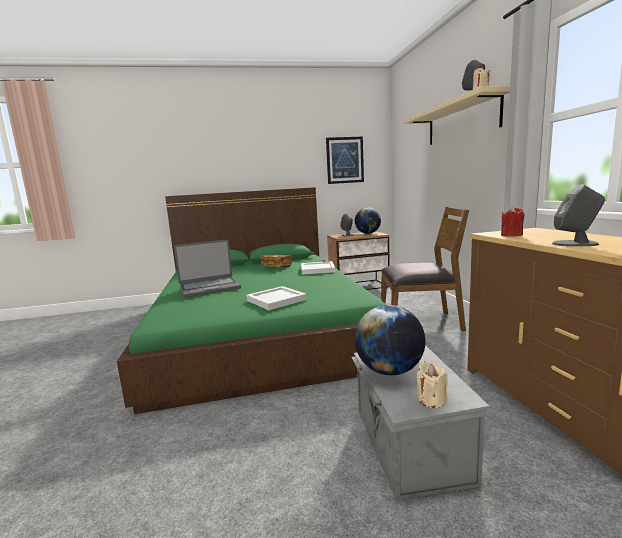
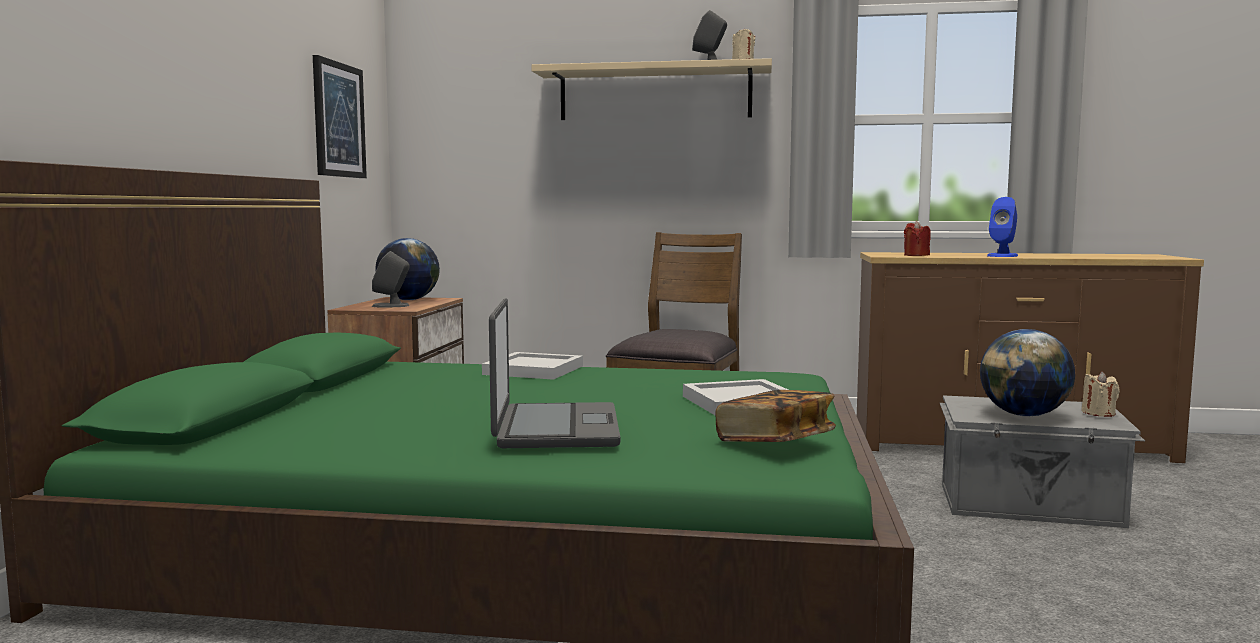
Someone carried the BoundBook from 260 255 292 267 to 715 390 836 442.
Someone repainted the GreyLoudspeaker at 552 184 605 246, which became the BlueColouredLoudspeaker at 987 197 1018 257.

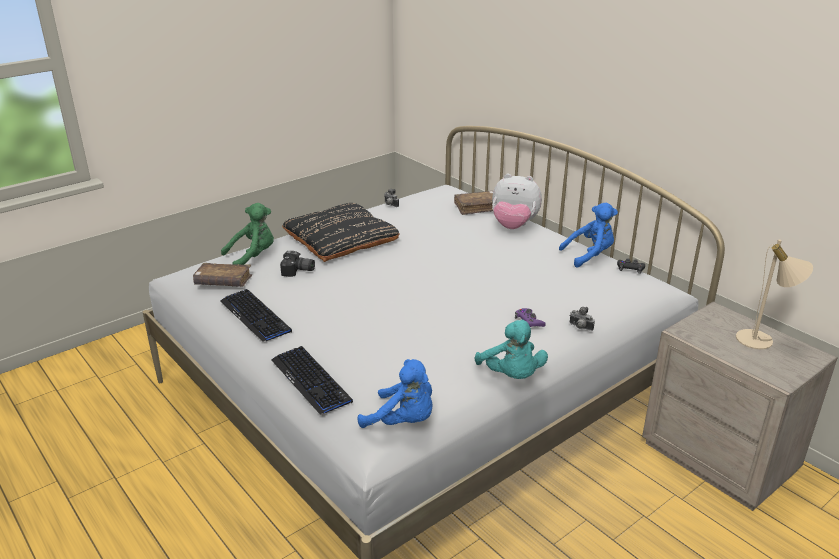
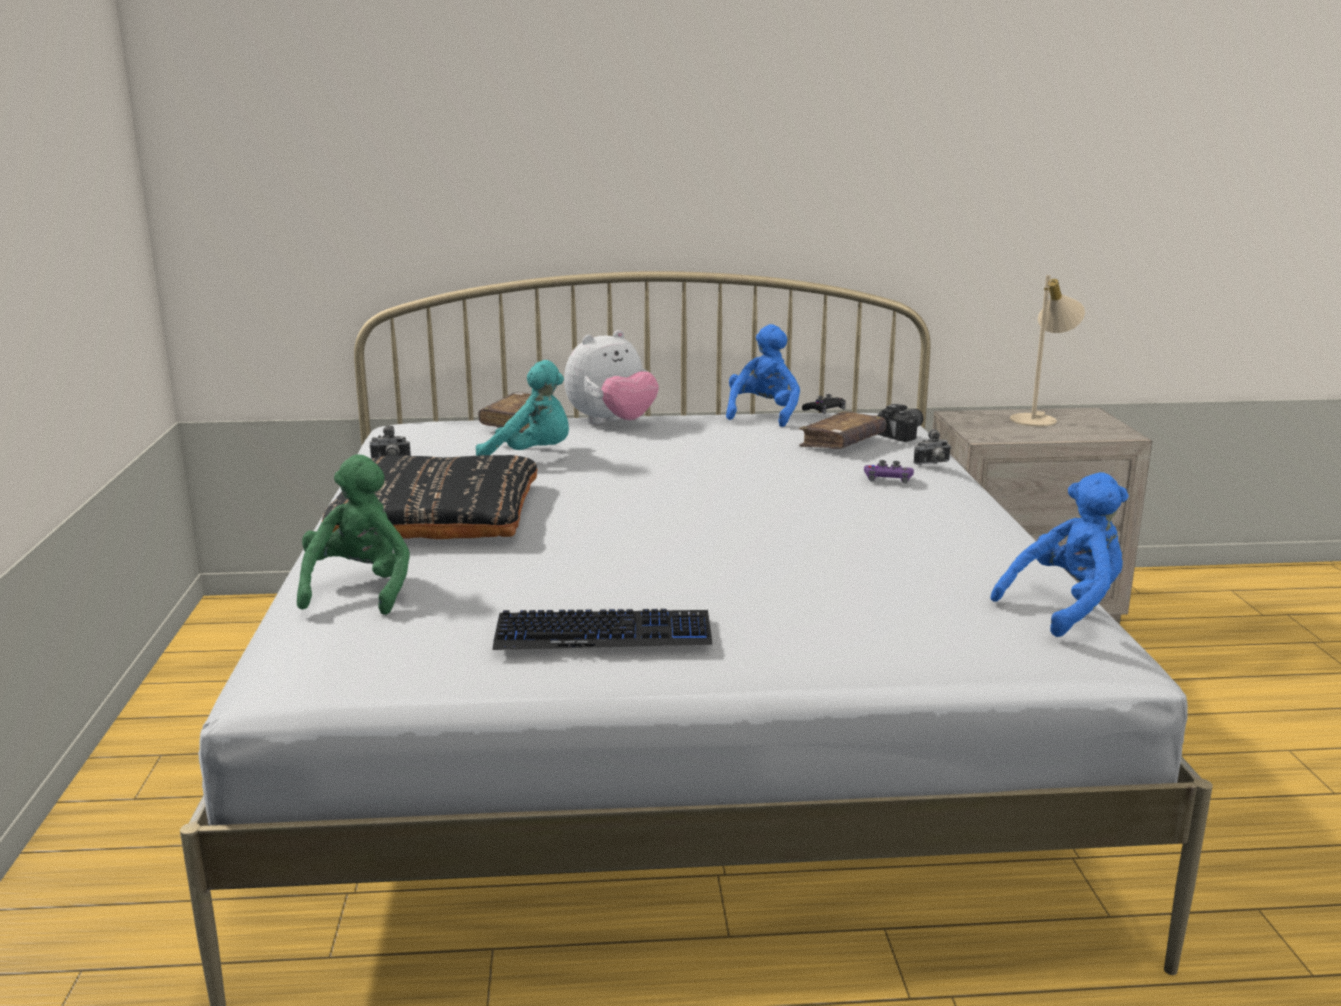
Someone carried the BrownColouredBoundBook from 193 263 252 287 to 799 411 886 449.
Someone took away the PcKeyboard at 271 346 353 414.
Someone carried the StillCamera from 280 251 315 277 to 877 404 923 442.
Someone carried the TurquoiseSoftToy from 475 319 548 379 to 476 360 569 456.

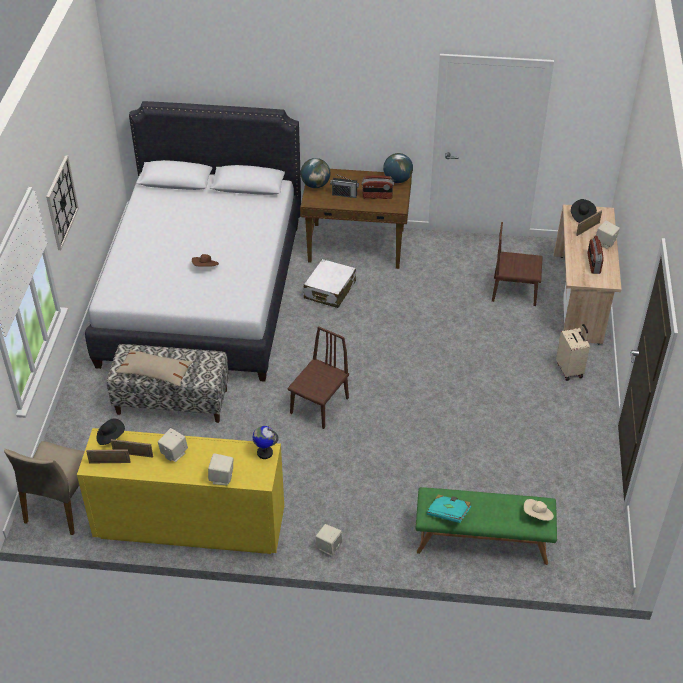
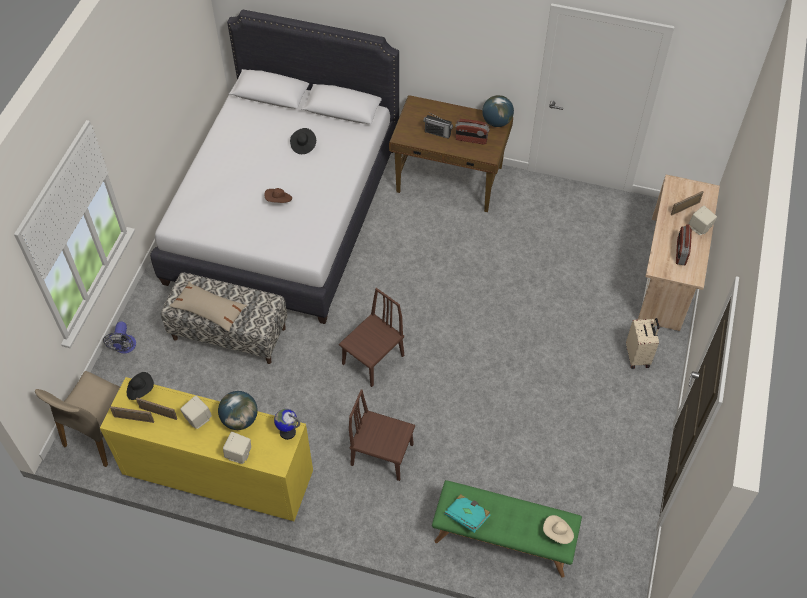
Someone took away the ClockOnTheWall at 46 155 79 250.
Someone carried the Globe from 300 158 330 188 to 218 391 258 430.
Someone took away the WhiteColouredTravelCase at 304 259 356 308.
Someone took away the BeigeLoudspeaker at 316 524 343 556.
Someone carried the BrownColouredUprightChair from 492 222 543 306 to 349 389 415 481.
Someone carried the BlackColouredHat from 571 199 597 223 to 290 128 316 154.
Someone put down the CoolingFan at 103 321 136 354.

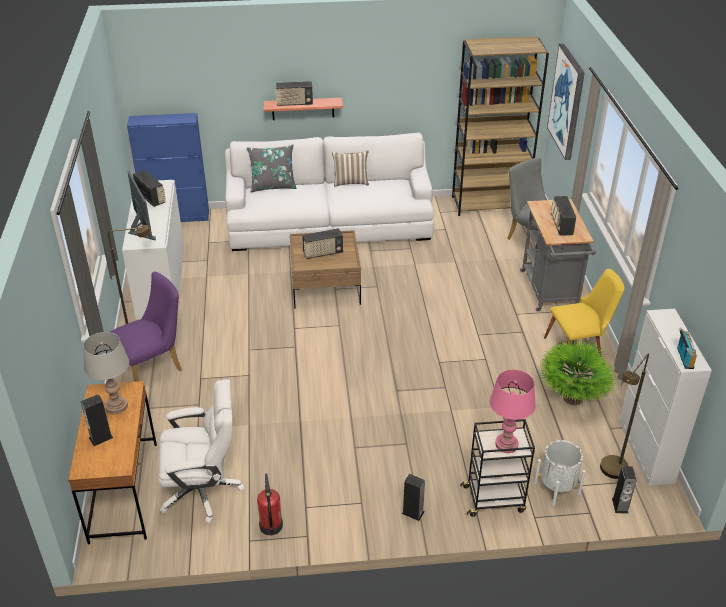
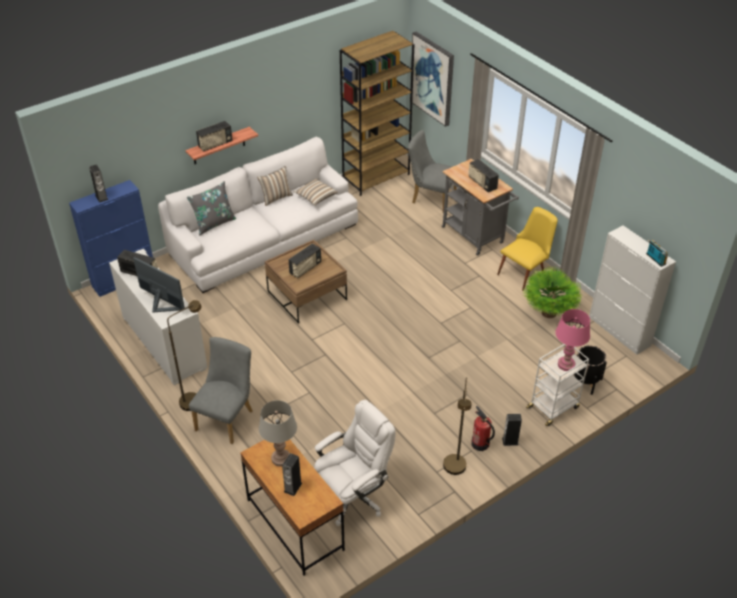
Someone repainted the PurplishUprightChair at 110 272 182 382, which became the GreyUprightChair at 189 337 252 444.
Someone carried the FireExtinguisher from 257 474 283 535 to 471 406 495 451.
Someone repainted the BlackColouredWheeledCart at 460 419 535 517, which became the WhiteColouredWheeledCart at 526 344 589 426.
Someone repainted the WhiteColouredFlowerPot at 534 440 586 506, which became the BlackColouredFlowerPot at 574 345 607 395.
Someone carried the BrownColouredFloorLamp from 600 354 649 479 to 443 377 472 475.
Someone carried the Loudspeaker from 612 466 636 513 to 89 165 108 203.
Someone put down the Cushion at 294 178 338 206.

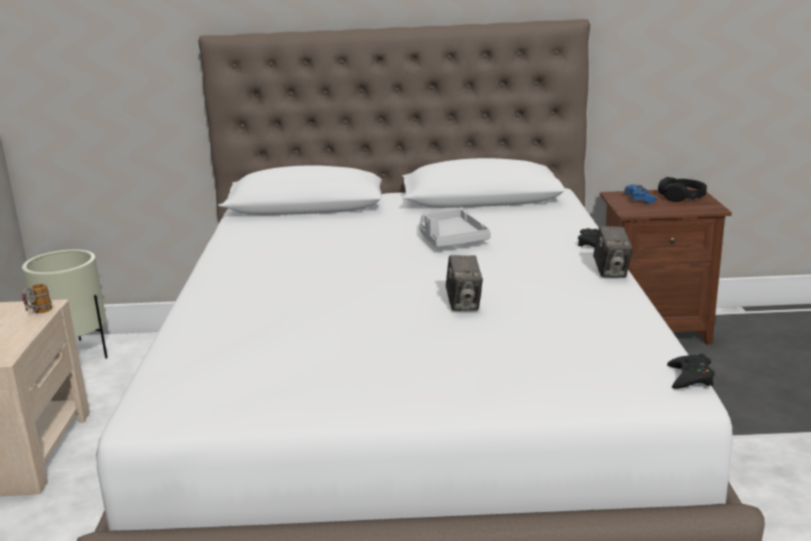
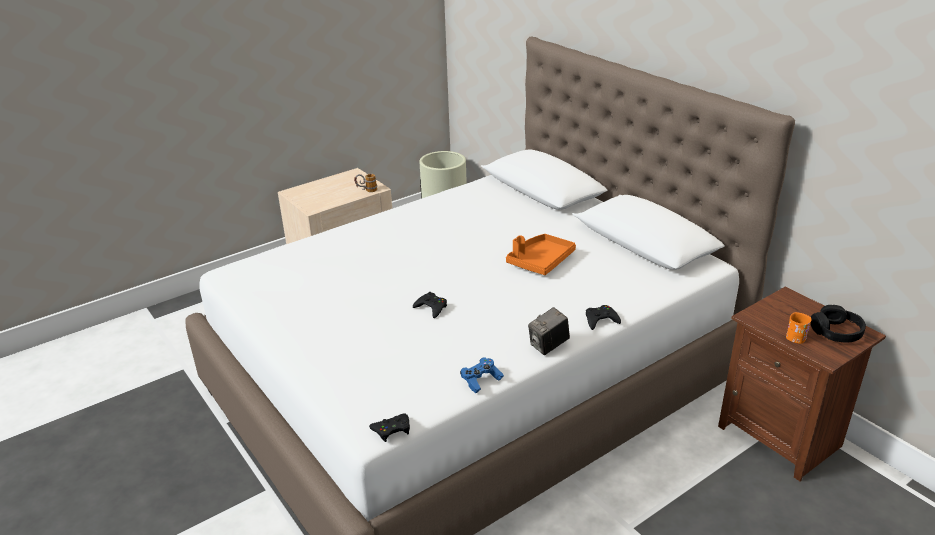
Someone repainted the GreyServingTray at 419 209 491 247, which became the OrangeColouredServingTray at 506 234 576 275.
Someone swapped the StillCamera at 446 255 483 311 for the BlackColouredJoypad at 413 292 447 318.
Someone carried the BlueColouredJoypad from 624 185 656 204 to 460 357 504 393.
Someone put down the OrangeColouredCoffeeMug at 786 312 811 344.

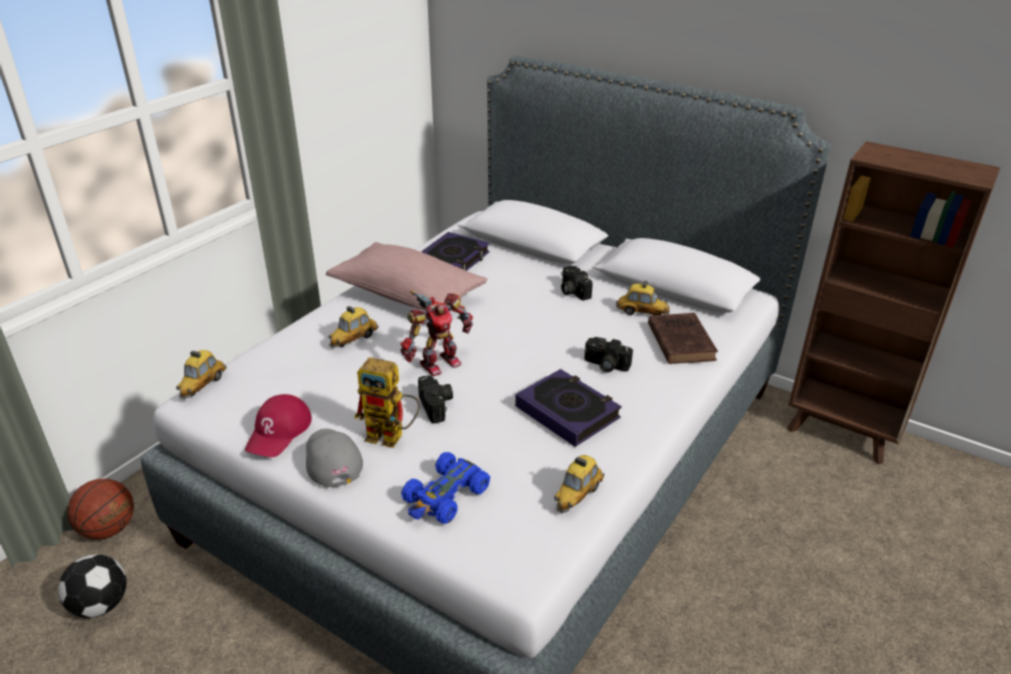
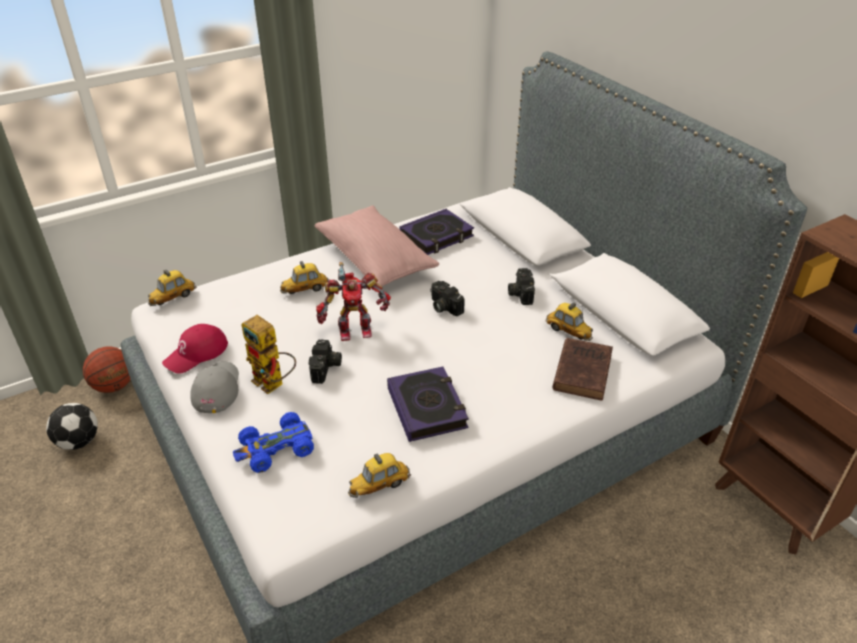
Someone carried the StillCamera from 584 337 633 373 to 430 281 465 316.

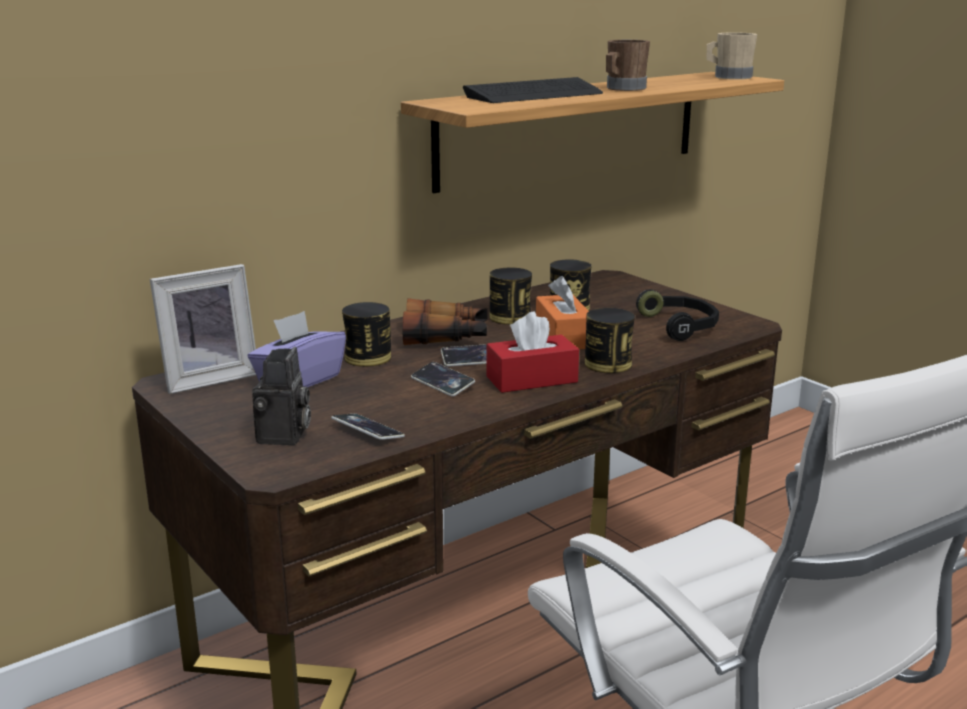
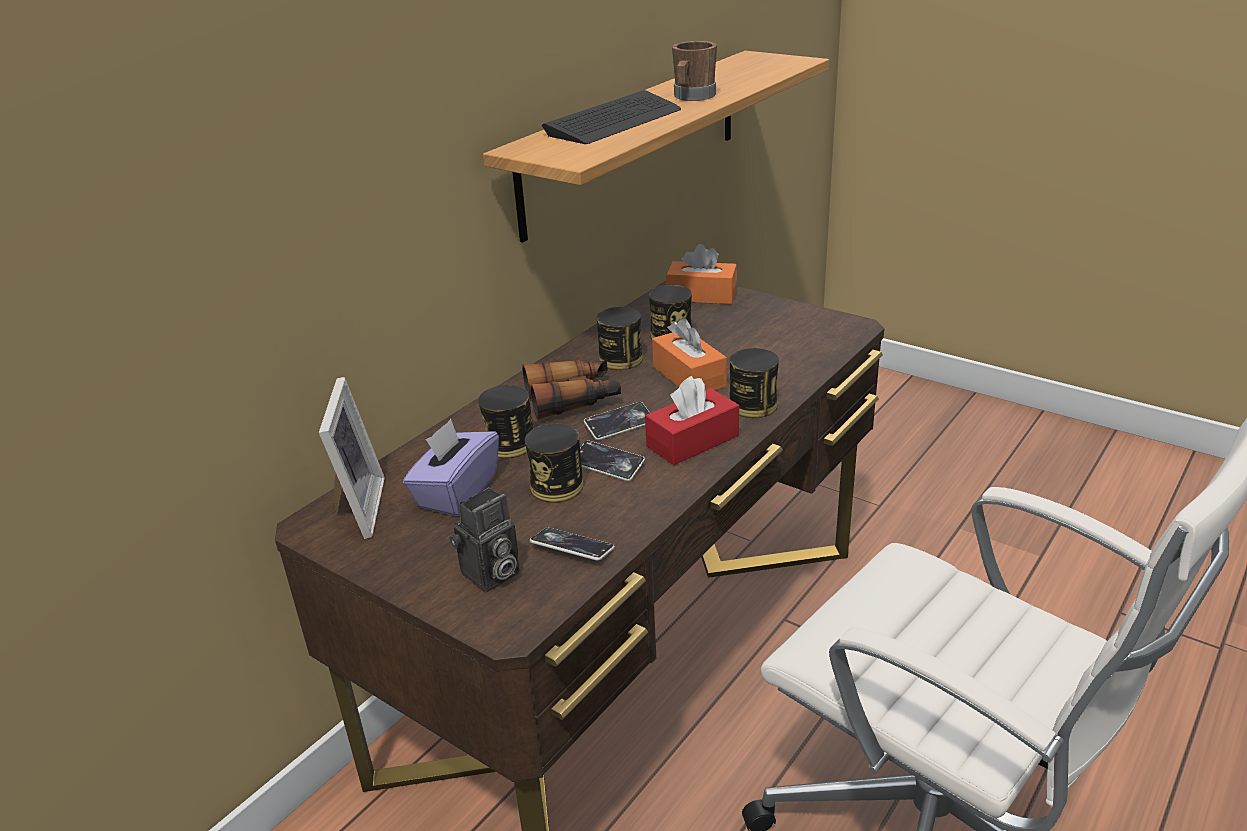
Someone rotated the StandingFrame at 150 264 256 394 by 45 degrees counterclockwise.
Someone rotated the StillCamera at 252 347 311 445 by 60 degrees clockwise.
Someone took away the BlackColouredHeadset at 636 290 719 341.
Someone took away the BeigeCoffeeMug at 707 32 757 80.
Someone put down the MetalCan at 525 423 583 503.
Someone put down the OrangeColouredTissueBox at 666 244 737 304.

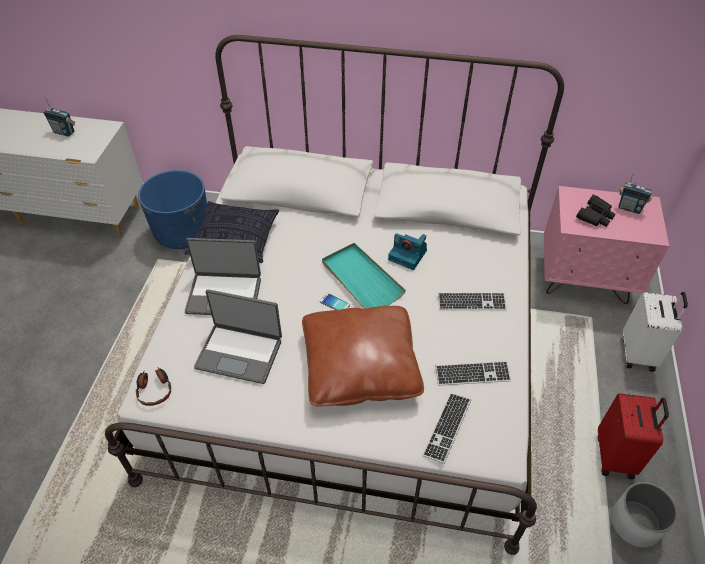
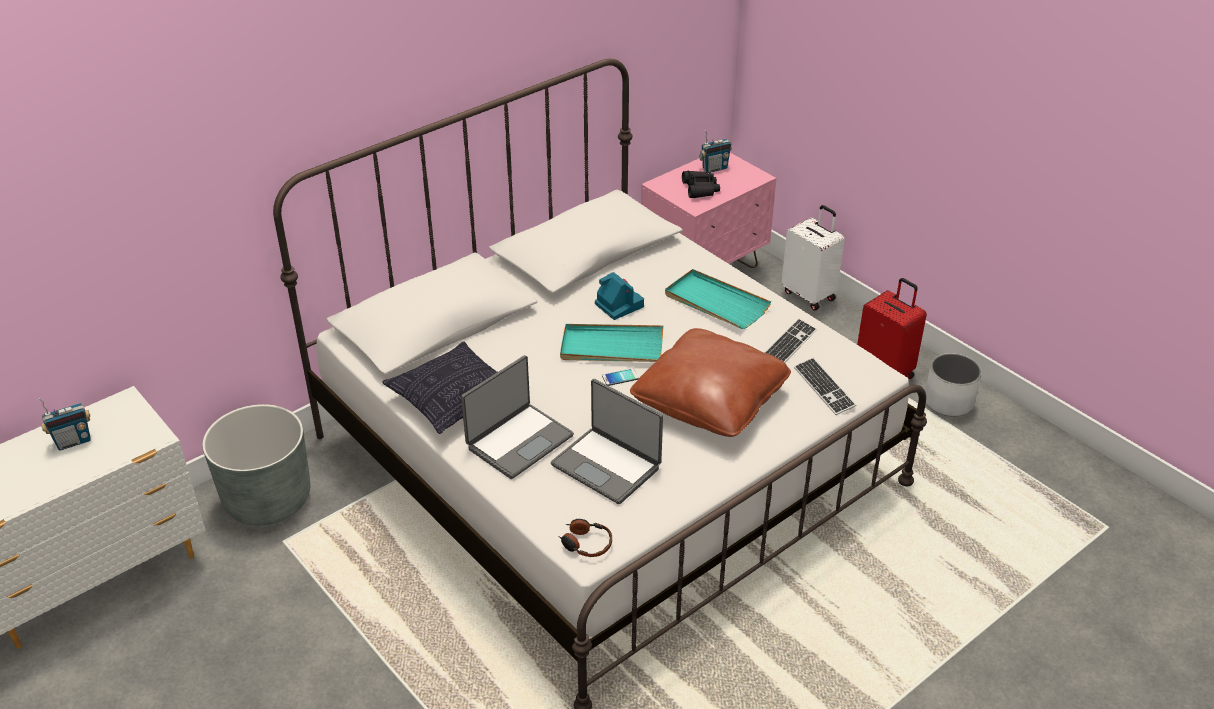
Someone repainted the BlueColouredFlowerPot at 138 170 207 249, which became the GreyFlowerPot at 202 404 310 525.
Someone rotated the NotebookComputer at 194 289 282 384 by 75 degrees clockwise.
Someone rotated the StillCamera at 388 233 427 270 by 105 degrees counterclockwise.
Someone swapped the PcKeyboard at 438 292 507 310 for the TurquoiseServingTray at 665 269 771 329.

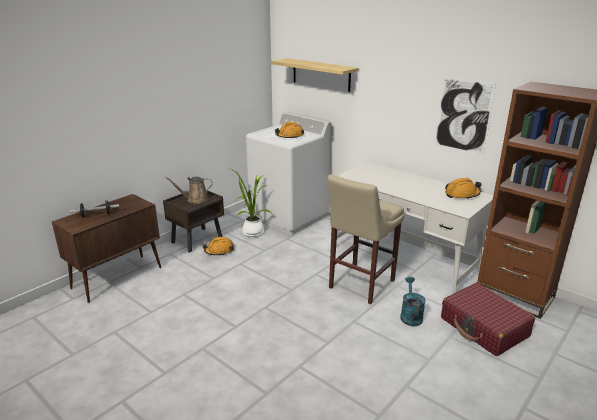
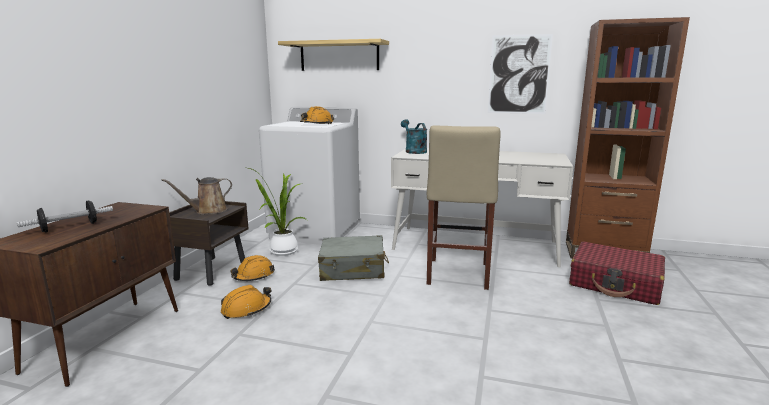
Someone carried the TurquoiseSprinklingCan from 400 277 426 326 to 401 119 427 154.
Someone carried the OrangeColouredSafetyHelmet from 445 178 482 199 to 221 285 271 319.
Someone put down the GreyTravelCase at 318 235 389 281.

